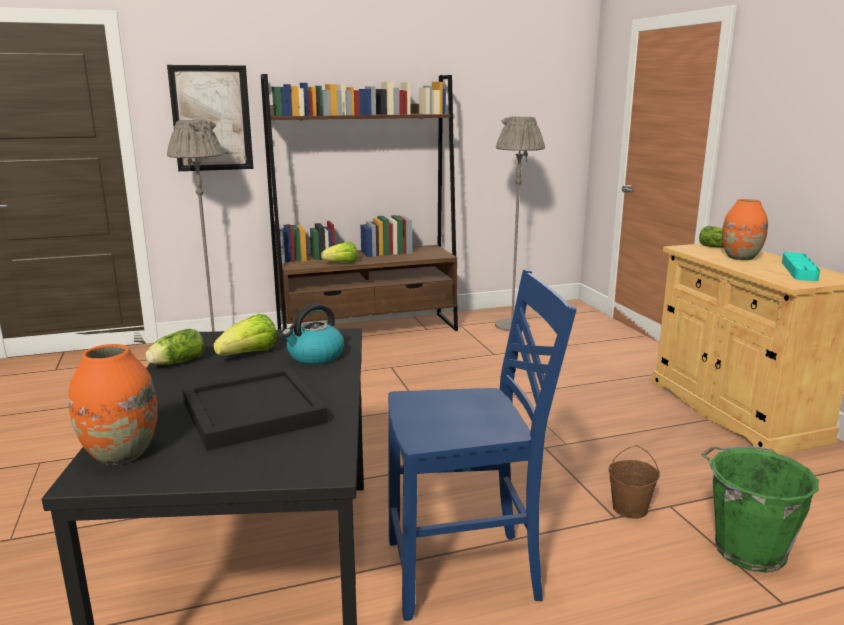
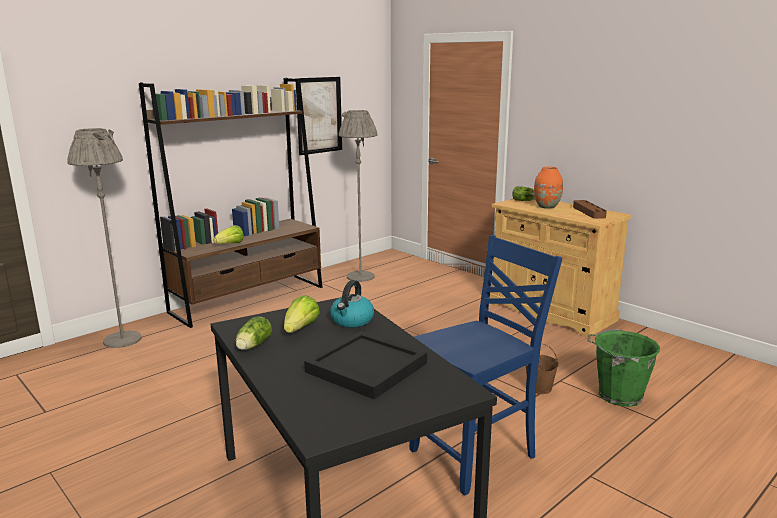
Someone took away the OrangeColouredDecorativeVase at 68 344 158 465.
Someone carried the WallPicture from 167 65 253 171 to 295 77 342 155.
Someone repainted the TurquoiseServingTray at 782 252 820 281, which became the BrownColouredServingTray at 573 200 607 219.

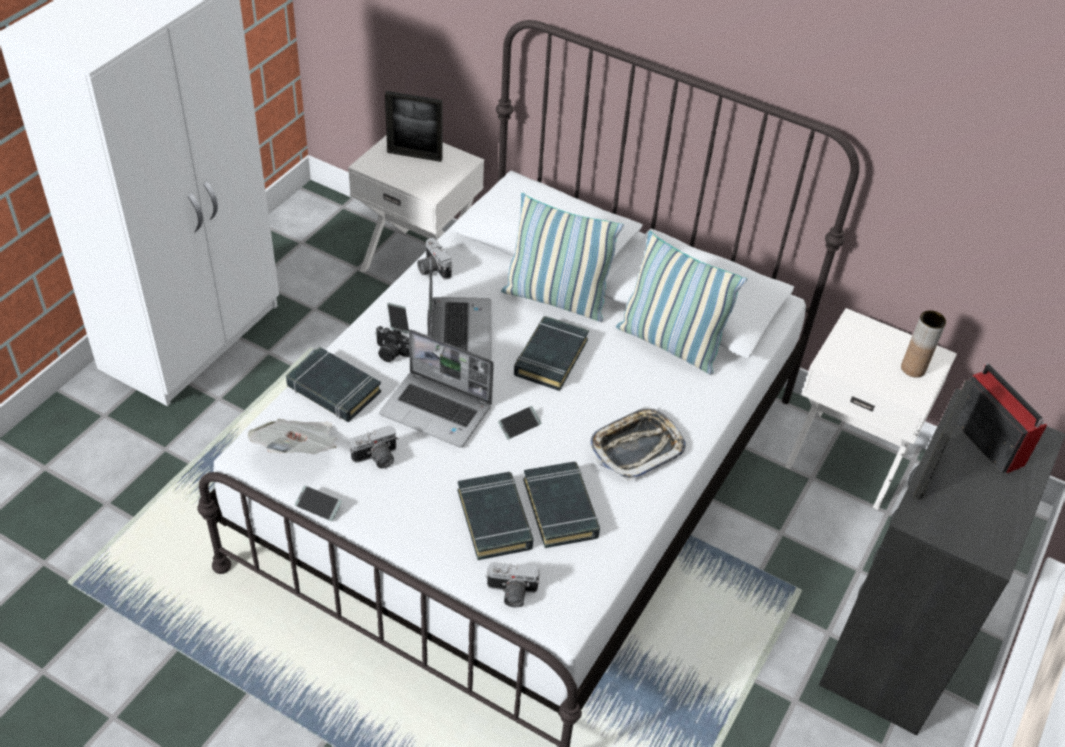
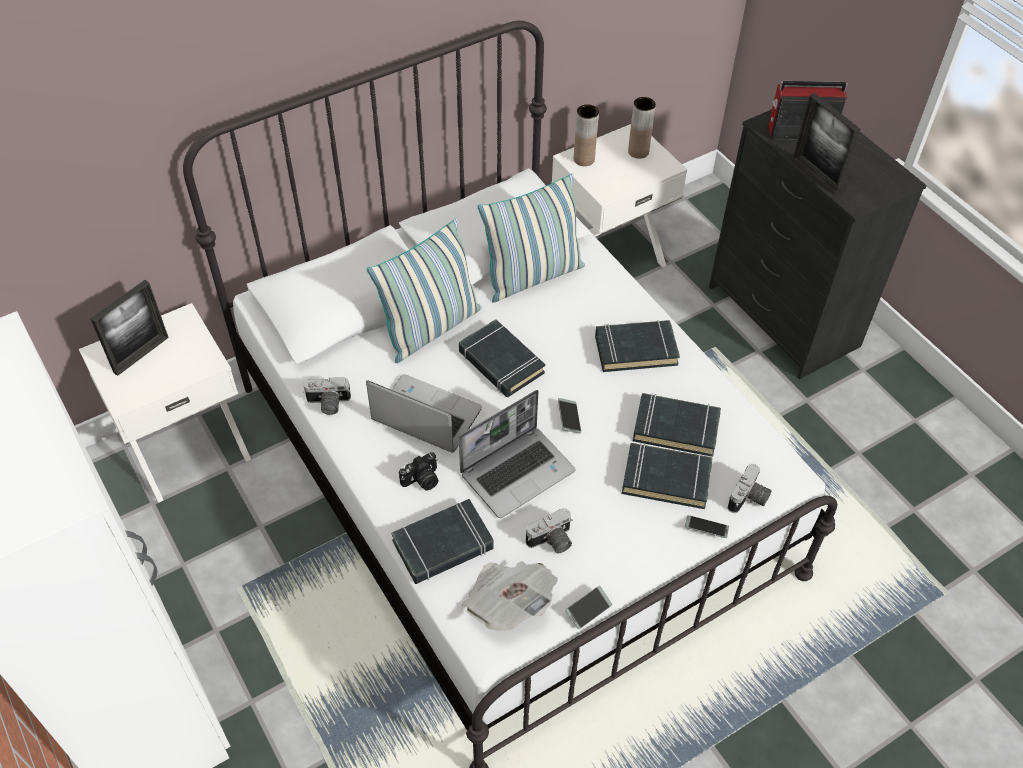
Someone rotated the StillCamera at 350 425 398 468 by 60 degrees clockwise.
Someone carried the Handset from 387 303 409 334 to 685 515 729 538.
Someone swapped the ServingTray at 589 406 686 480 for the BlackColouredBoundBook at 595 320 680 372.
Someone put down the BrownColouredDecorativeVase at 574 104 599 166.

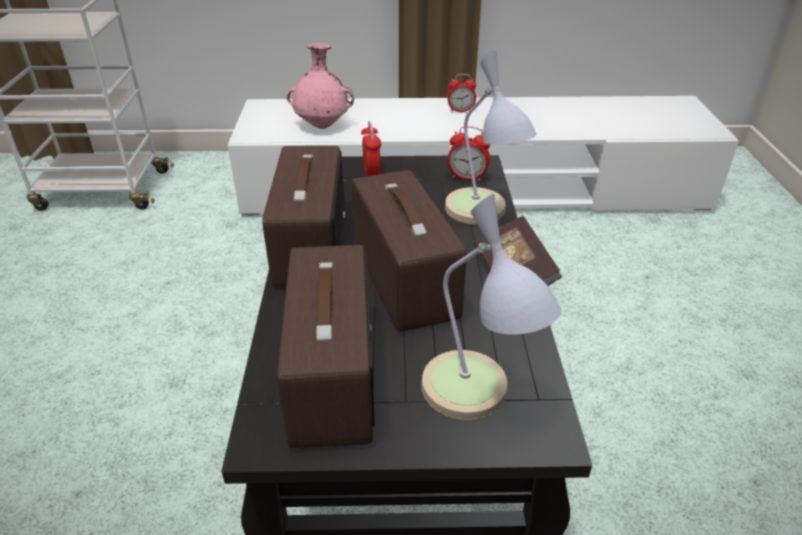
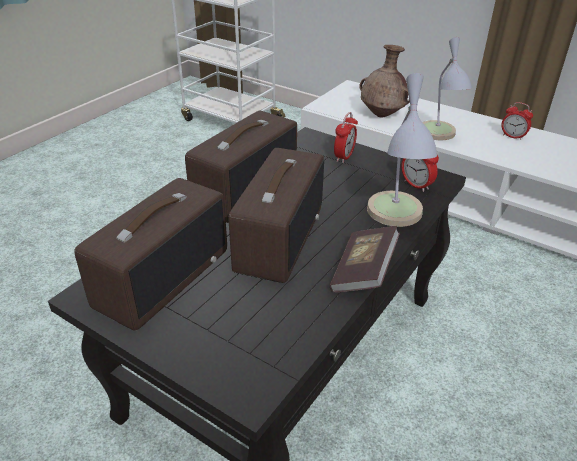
Someone repainted the PinkishDecorativeVase at 287 43 354 129, which became the BrownColouredDecorativeVase at 359 45 410 118.
Someone carried the TableLamp from 421 194 561 420 to 422 37 472 140.

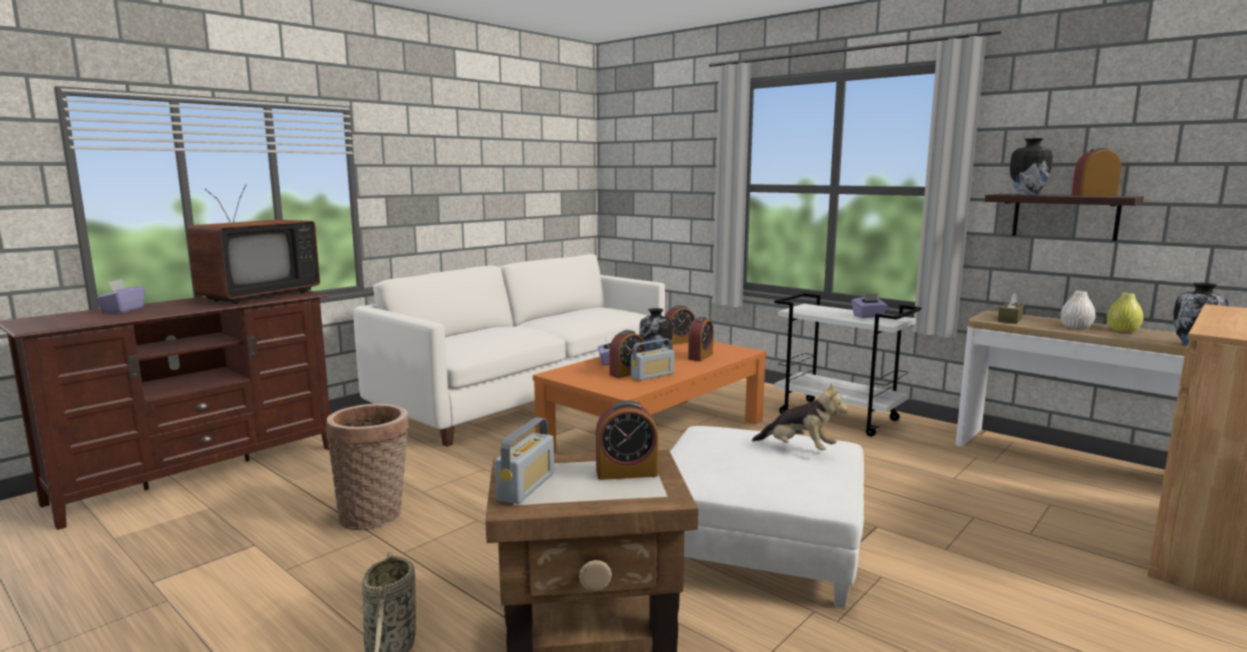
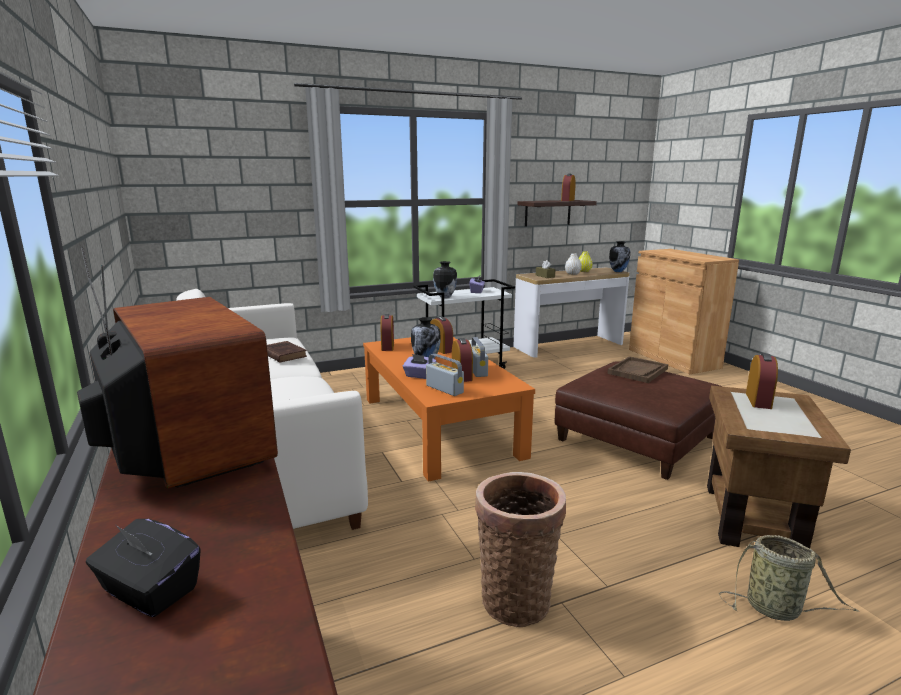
Someone repainted the PurplishTissueBox at 95 279 145 313, which became the BlackColouredTissueBox at 86 519 201 617.
Someone carried the RadioSet from 495 417 554 504 to 426 354 464 396.
Someone repainted the WhiteColouredOttoman at 670 426 864 609, which became the BrownColouredOttoman at 555 361 723 480.
Someone swapped the SoftToy at 752 383 847 450 for the BrownColouredServingTray at 608 356 668 383.
Someone carried the DecorativeVase from 1010 138 1053 195 to 433 261 457 298.
Someone put down the BrownColouredBoundBook at 267 341 307 363.

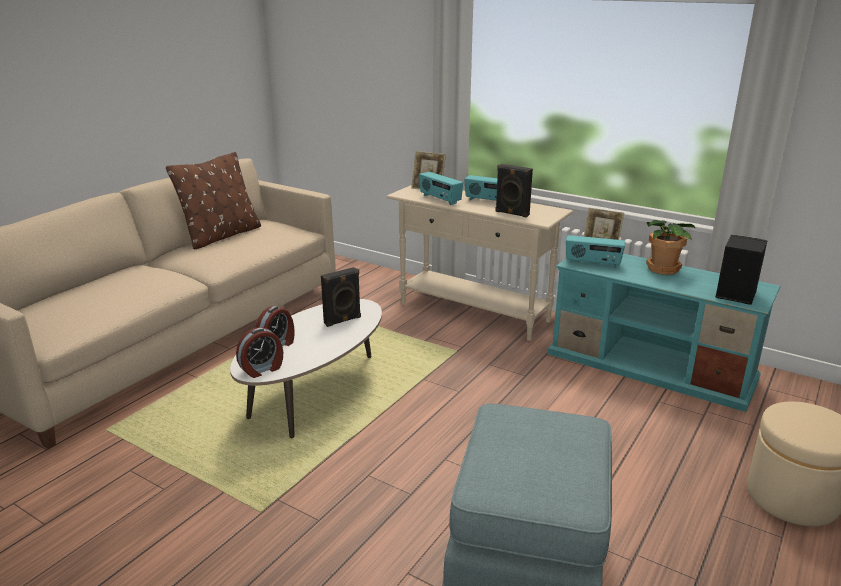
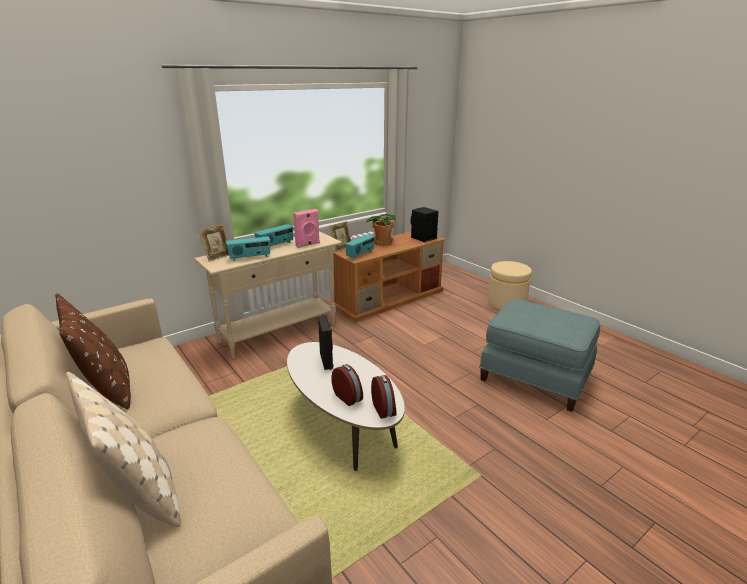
Someone repainted the BlackColouredLoudspeaker at 495 164 533 218, which became the PinkishLoudspeaker at 293 209 320 248.
Someone repainted the TurquoiseMediaConsole at 548 254 781 412, which became the BrownColouredMediaConsole at 333 232 446 322.
Someone put down the BeigeCushion at 66 372 181 527.

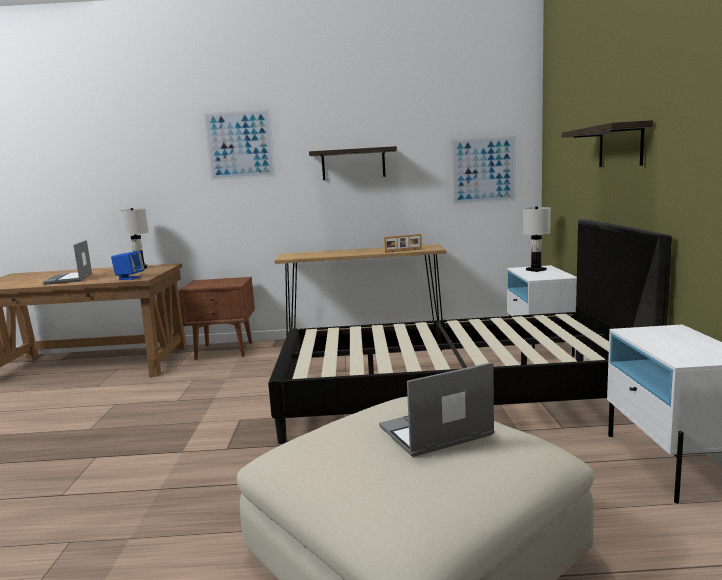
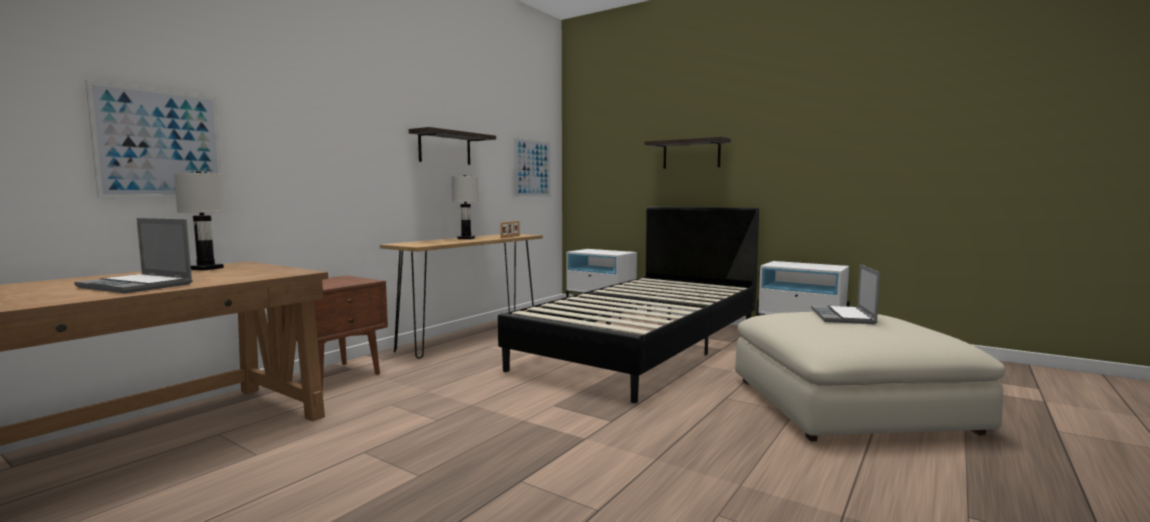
Someone took away the BlueColouredLoudspeaker at 111 251 145 280.
Someone carried the WallPicture from 203 109 276 180 to 85 80 222 198.
Someone carried the WhiteColouredTableLamp from 523 207 551 272 to 451 175 479 239.

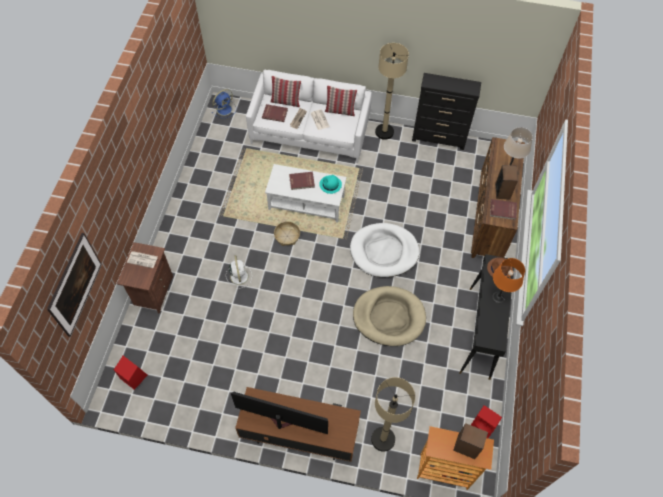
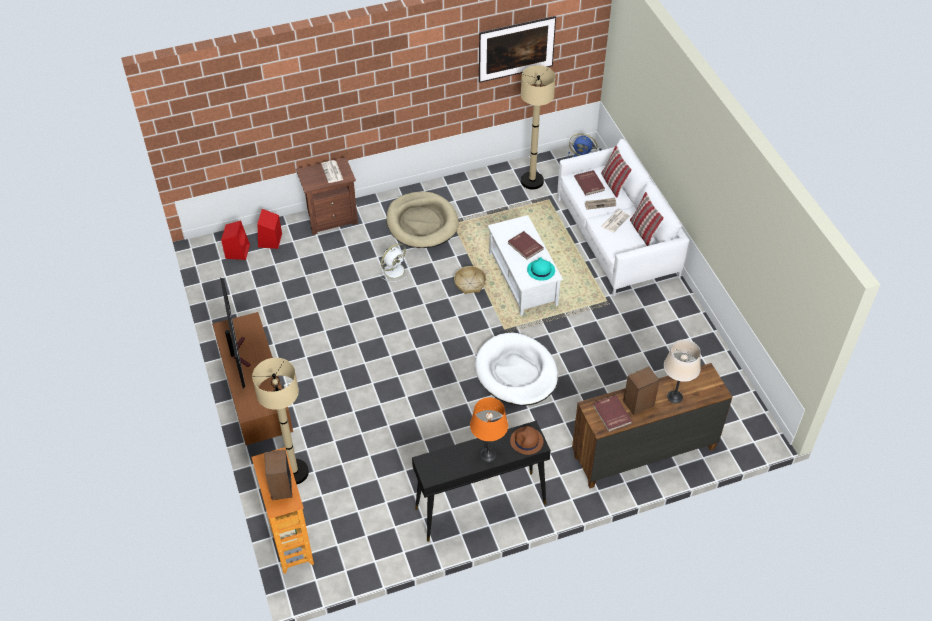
Someone carried the WallPicture from 47 233 102 337 to 479 16 556 83.
Someone carried the BeigeDogCushion from 353 286 426 346 to 386 191 459 248.
Someone carried the BeigeFloorLamp from 375 43 409 140 to 521 65 556 189.
Someone took away the BlackColouredDrawerChest at 412 73 481 150.
Someone carried the RedColouredLoudspeaker from 471 405 502 438 to 258 209 282 249.

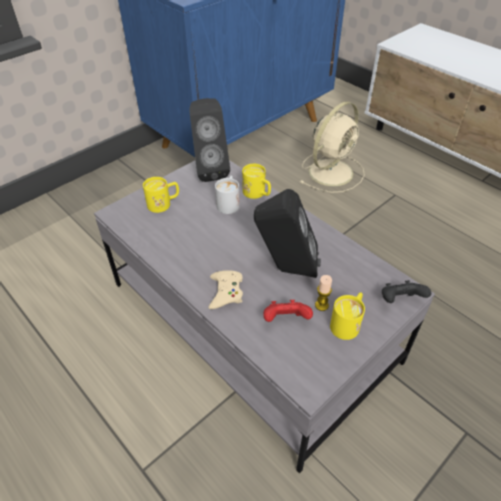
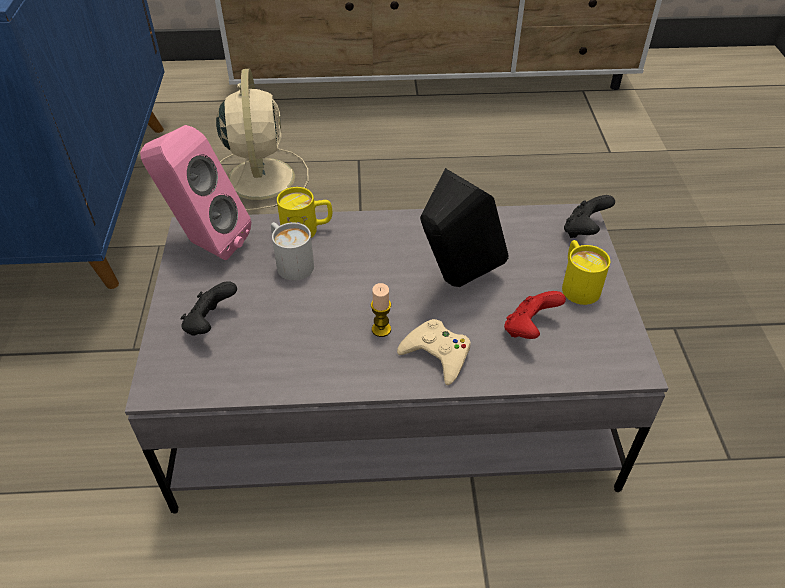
Someone swapped the YellowCoffeeMug at 143 177 179 213 for the BlackColouredJoypad at 181 281 237 336.
Someone repainted the BlackColouredLoudspeaker at 189 98 230 182, which became the PinkishLoudspeaker at 140 125 251 260.
Someone carried the Candle from 315 275 332 311 to 371 283 391 337.

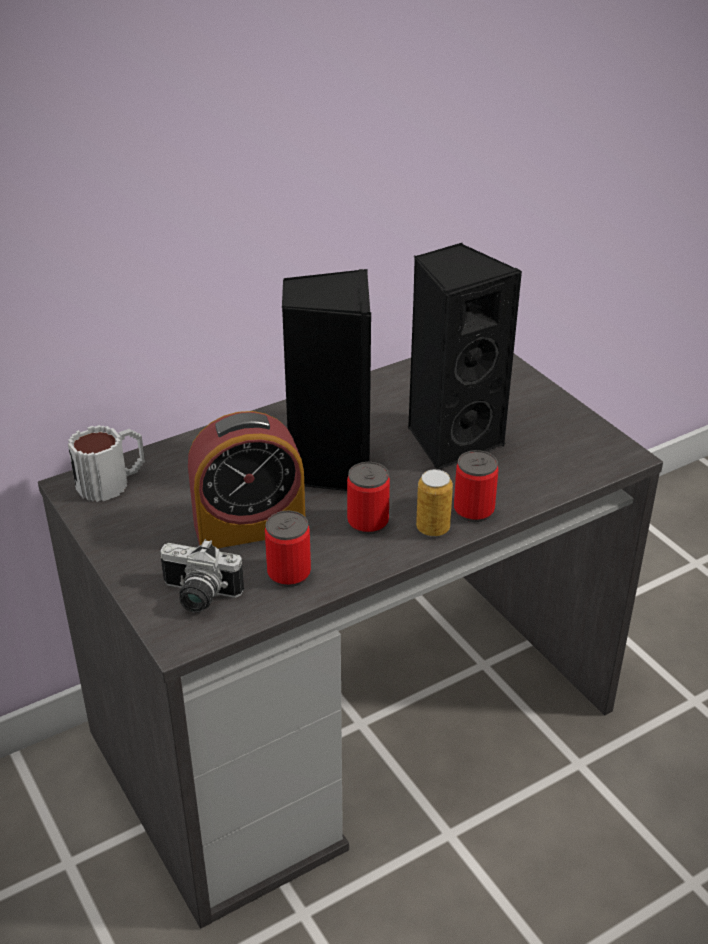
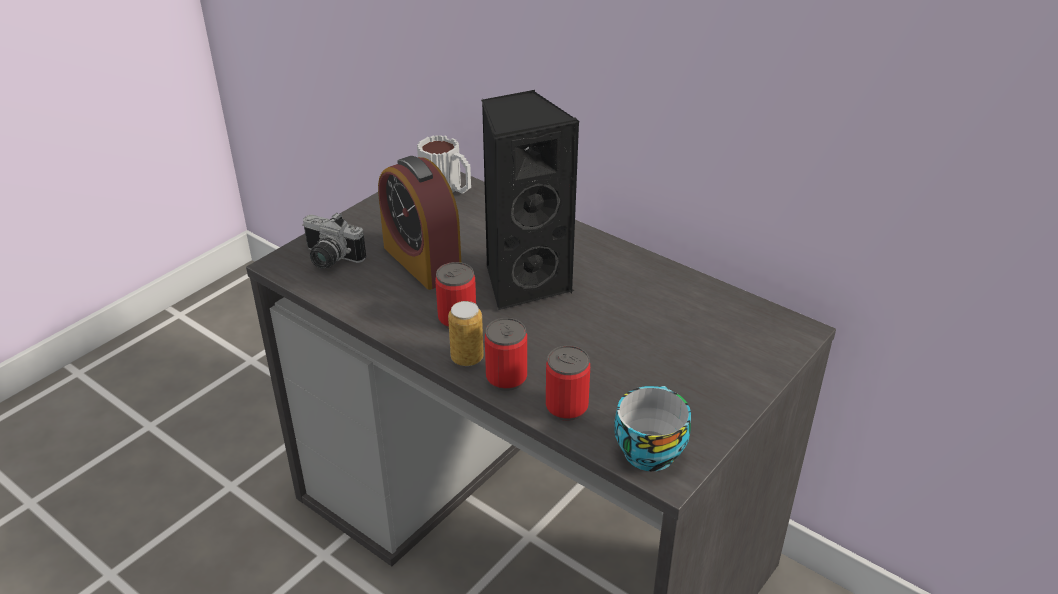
Someone rotated the StillCamera at 160 539 244 613 by 60 degrees counterclockwise.
Someone carried the MetalCan from 265 511 311 587 to 546 346 590 421.
Someone took away the BlackColouredLoudspeaker at 408 243 522 470.
Someone put down the DrinkingCup at 614 386 691 471.

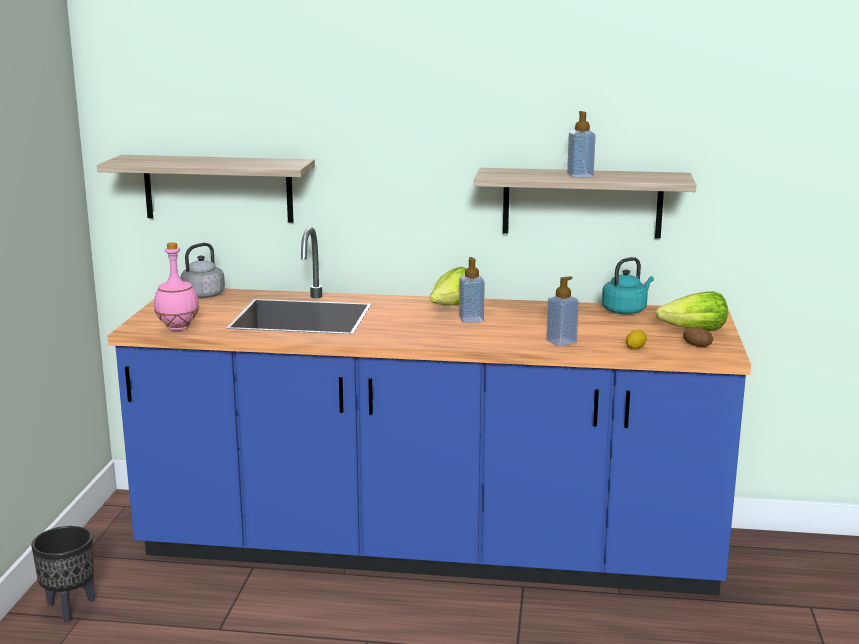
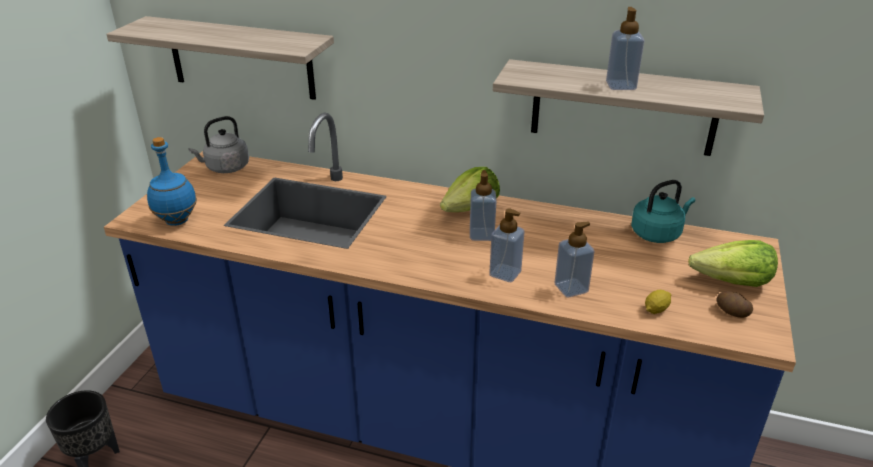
Someone repainted the PinkishDrinkBottle at 154 242 199 331, which became the BlueColouredDrinkBottle at 147 137 197 226.
Someone put down the SoapBottle at 489 209 525 282.

